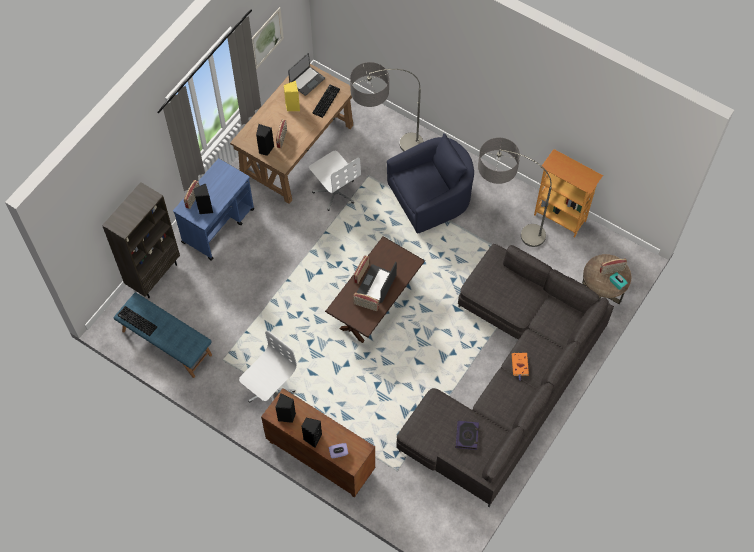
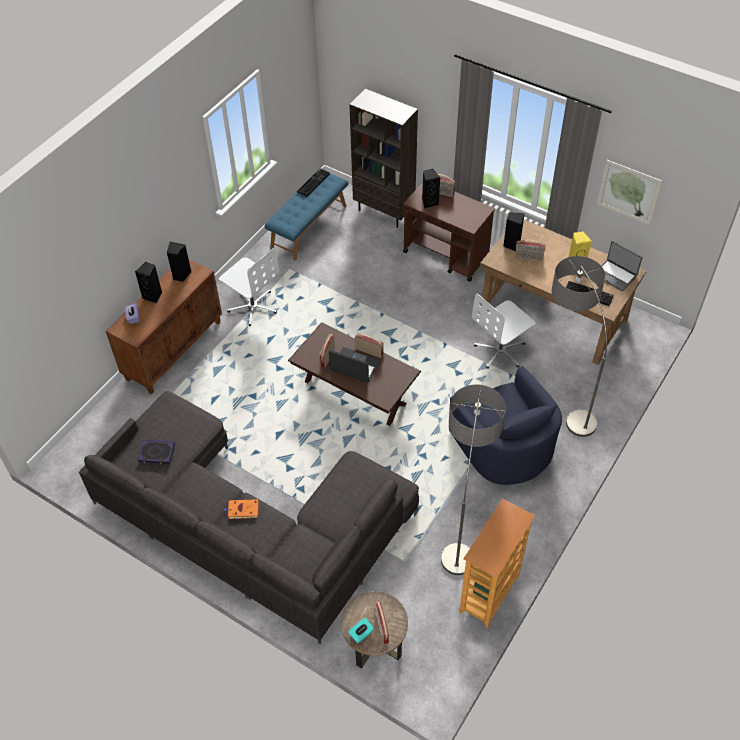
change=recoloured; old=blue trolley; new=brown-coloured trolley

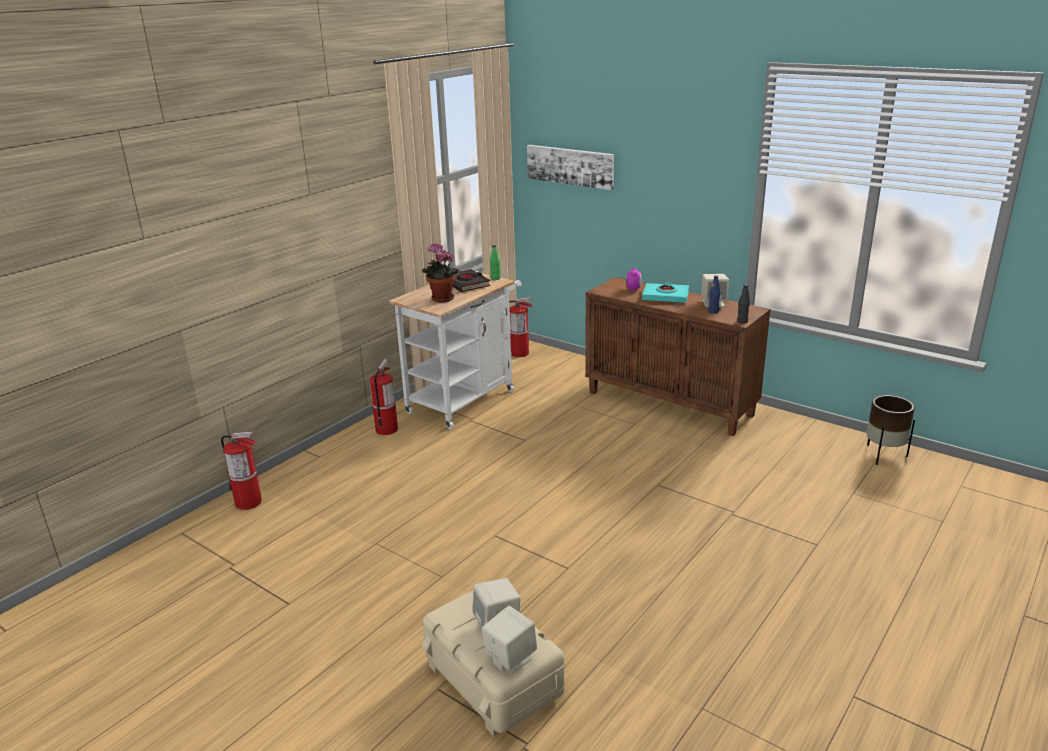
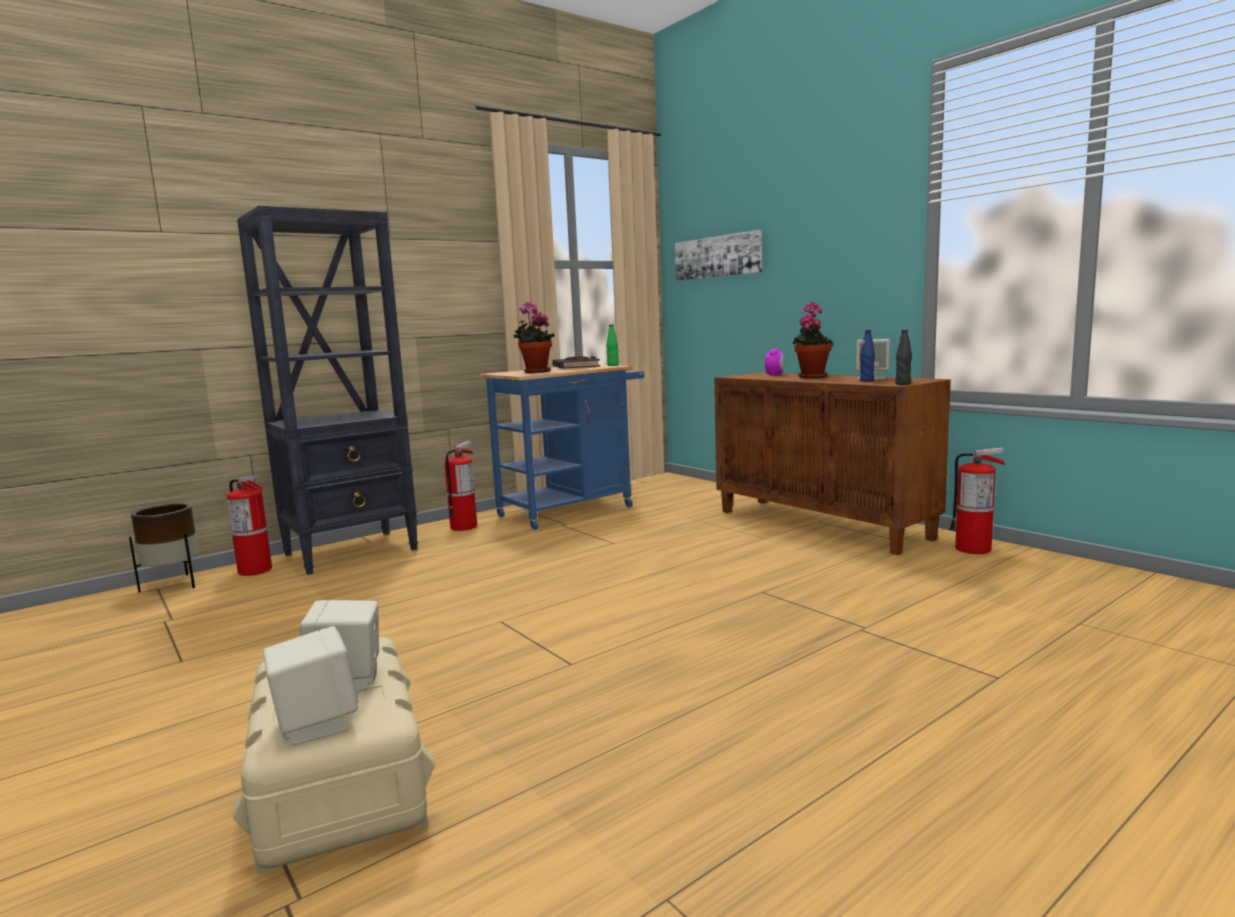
change=recoloured; old=whitish trolley; new=blue trolley
change=moved; old=fire-fighting cylinder (3rd from left)
change=replaced; old=turquoise-coloured bound book; new=plant in a pot (2nd from left)
change=moved; old=brown-coloured flower pot
change=added; new=black shelving unit

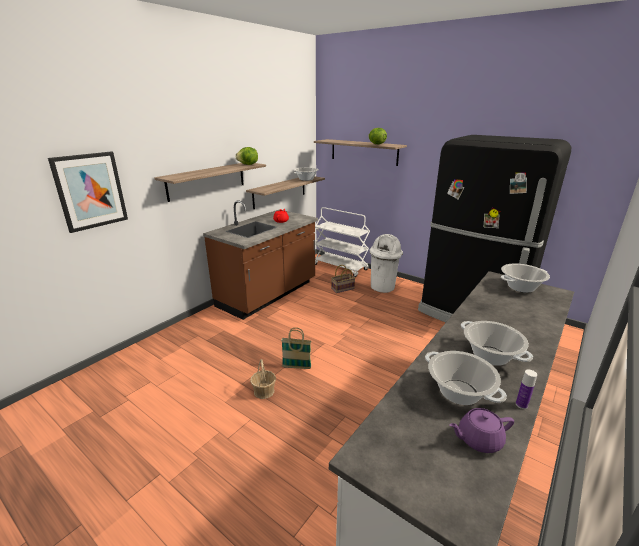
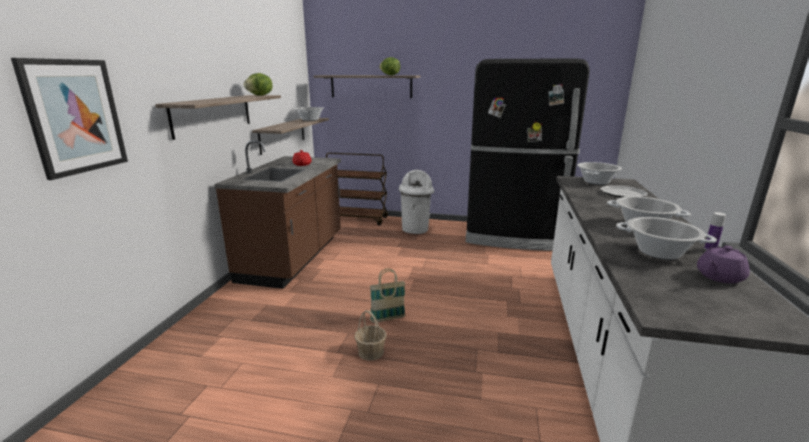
change=recoloured; old=whitish trolley; new=brown-coloured trolley
change=removed; old=storage basket (3rd from left)
change=added; new=plate

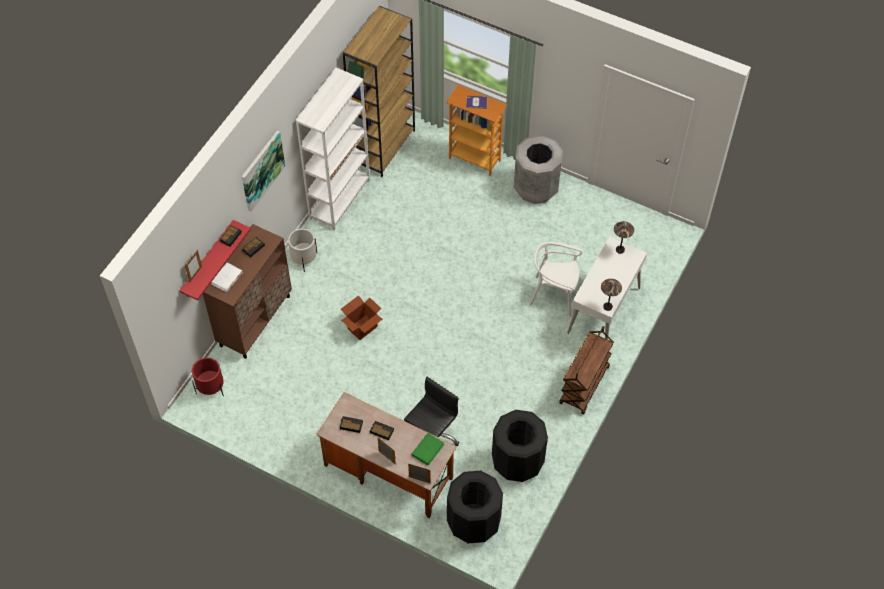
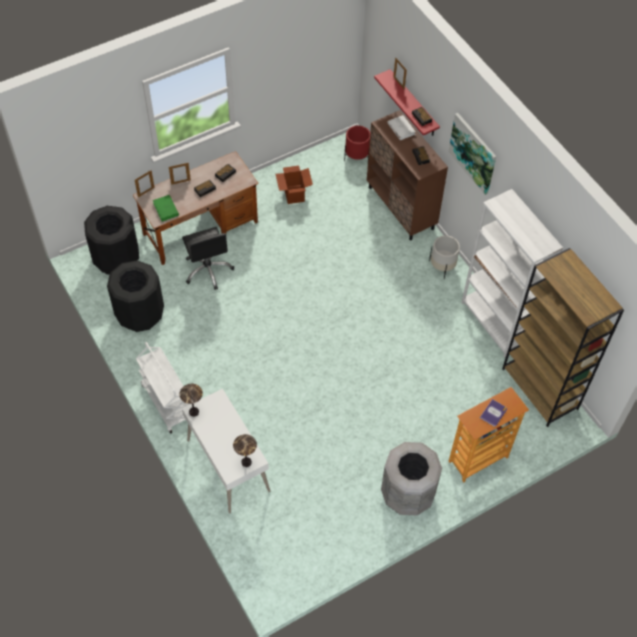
change=moved; old=packing box
change=removed; old=whitish upright chair
change=recoloured; old=brown-coloured trolley; new=whitish trolley

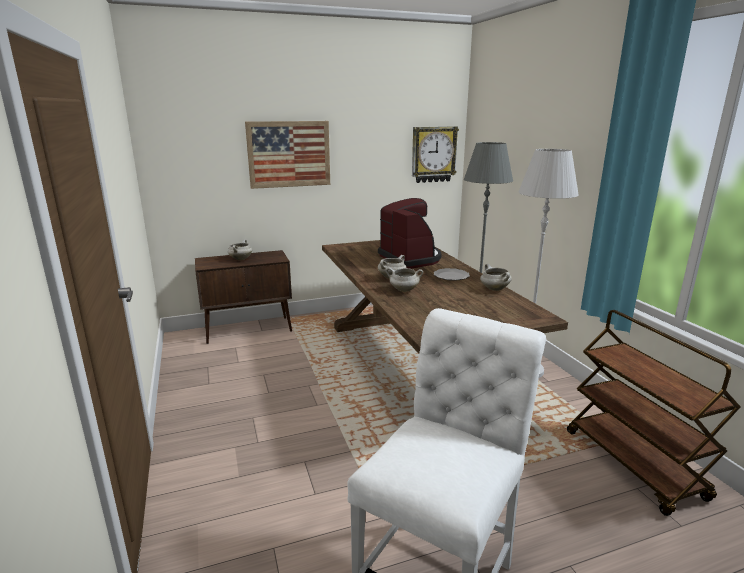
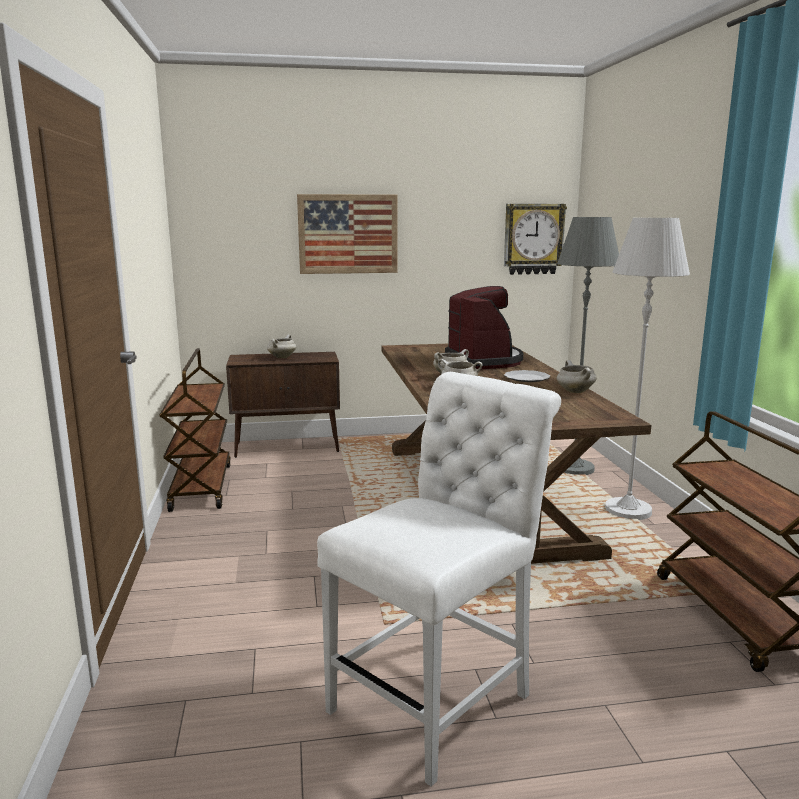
change=added; new=brown-coloured trolley (1st from left)

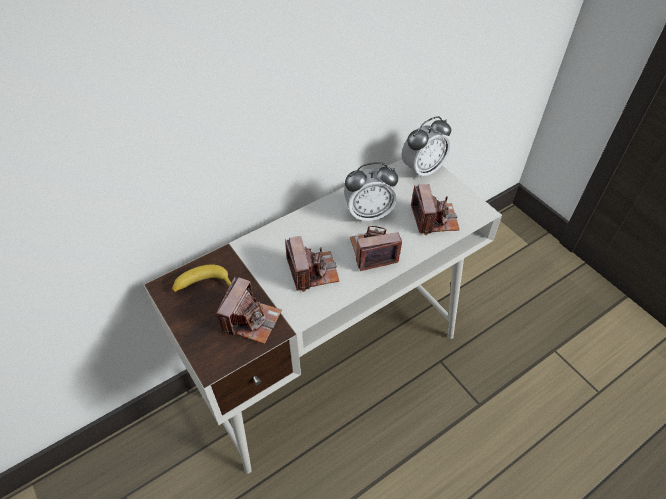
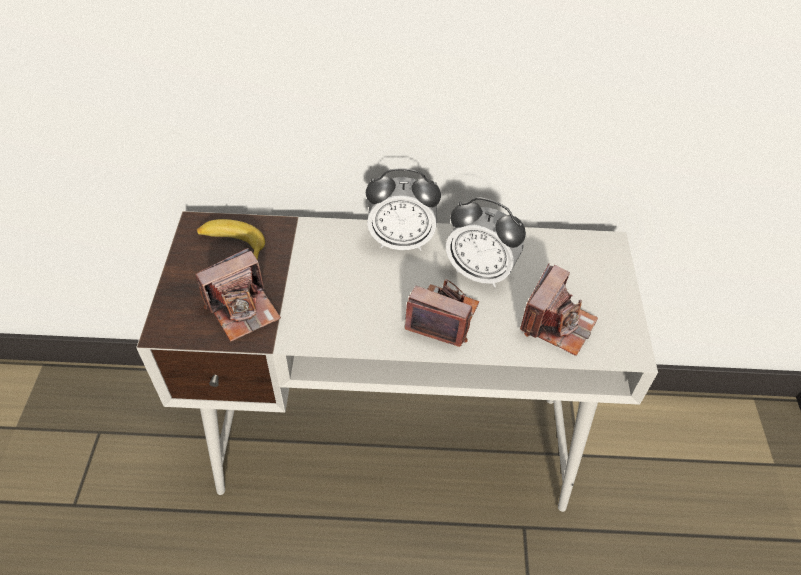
change=removed; old=still camera (2nd from left)
change=moved; old=alarm clock (2nd from left in the first image); new=alarm clock (1st from left)

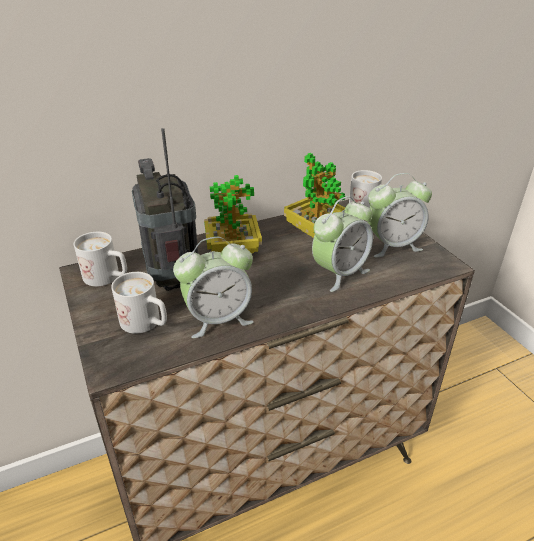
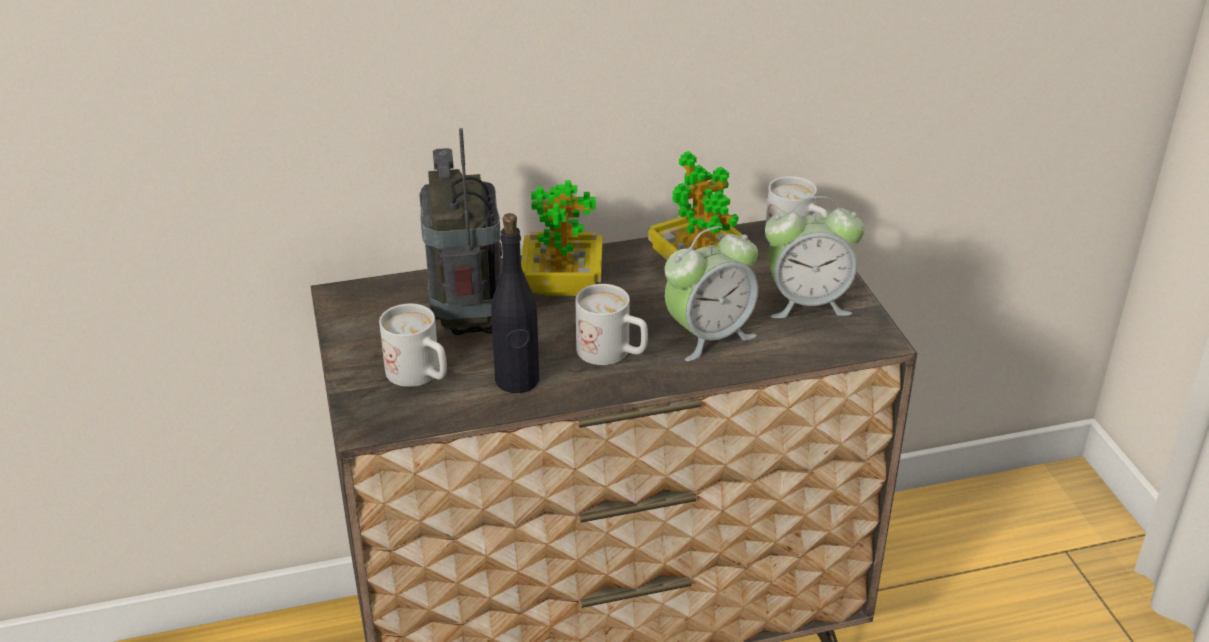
change=moved; old=whitish tea mug (1st from left in the first image); new=whitish tea mug (2nd from left)
change=replaced; old=alarm clock (1st from left); new=black drink bottle

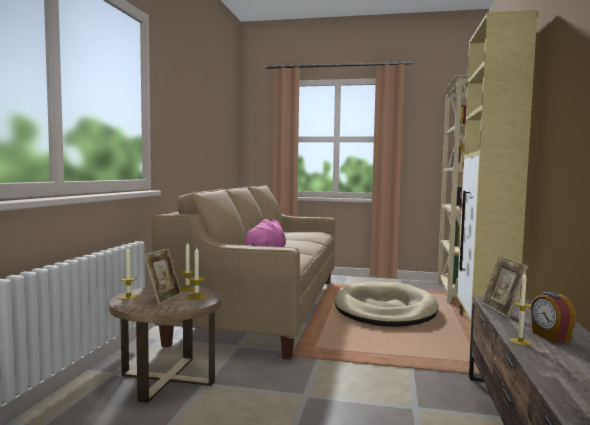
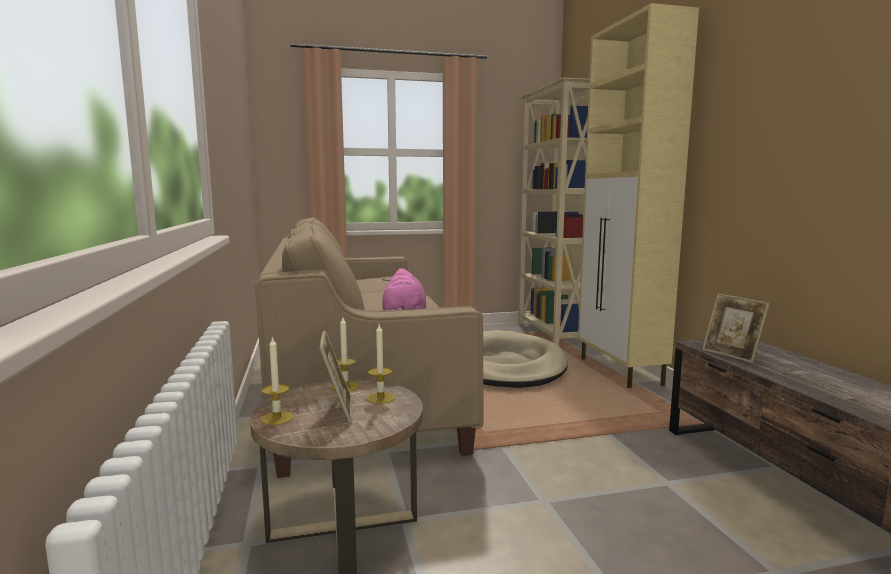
change=removed; old=wax candle (4th from left)
change=removed; old=alarm clock

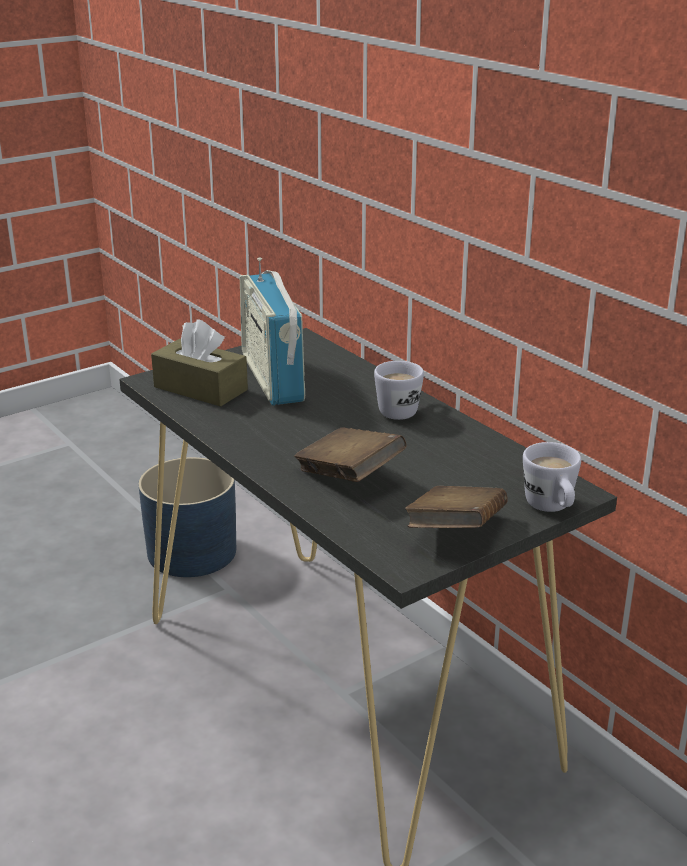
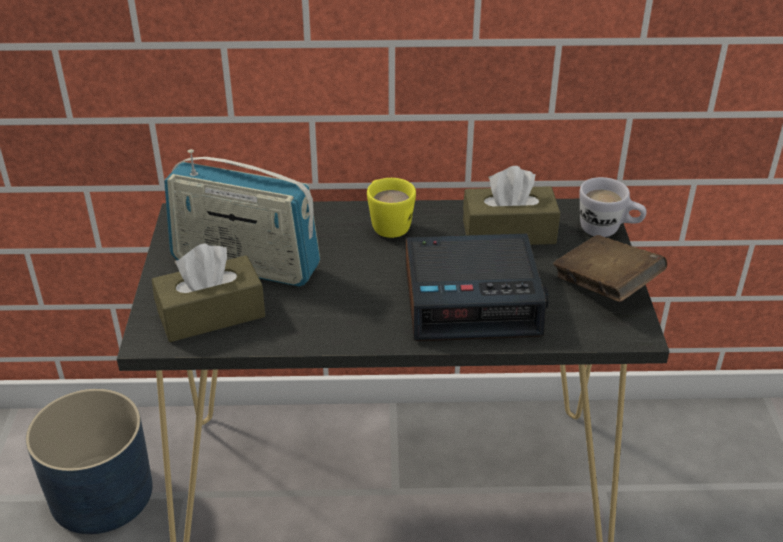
change=replaced; old=brown-coloured bound book (1st from left); new=alarm clock
change=recoloured; old=whitish tea mug (1st from left); new=yellow-coloured tea mug
change=added; new=brown-coloured tissue holder (2nd from left)

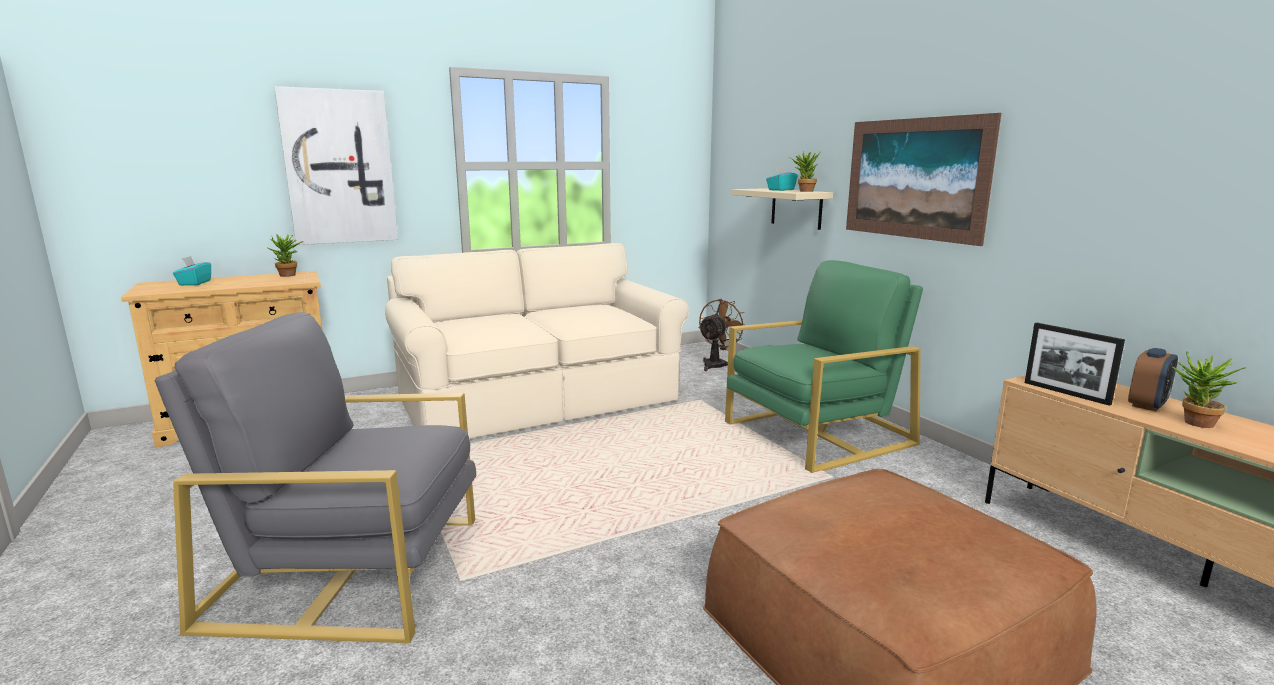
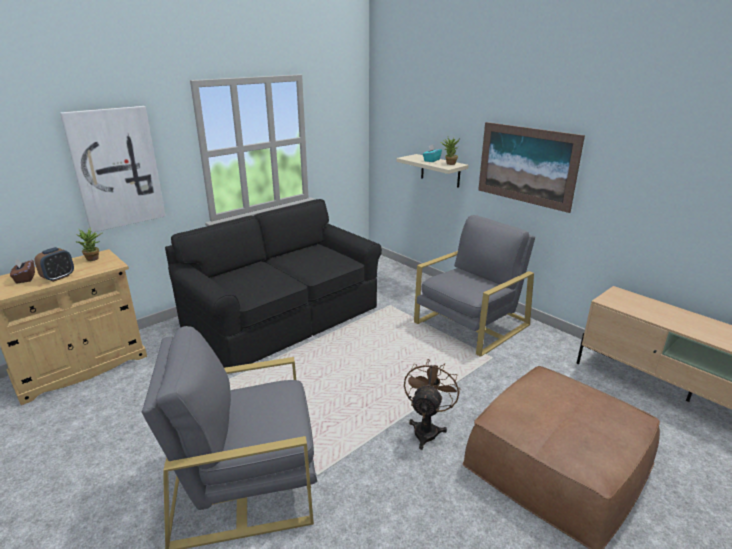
change=recoloured; old=turquoise-coloured tissue holder (1st from left); new=brown-coloured tissue holder
change=recoloured; old=beige settee; new=black settee
change=moved; old=brown-coloured cooling fan
change=recoloured; old=green-coloured easy chair; new=greyish easy chair (2nd from left)
change=removed; old=photo frame
change=moved; old=alarm clock
change=removed; old=plant in a pot (3rd from left)

